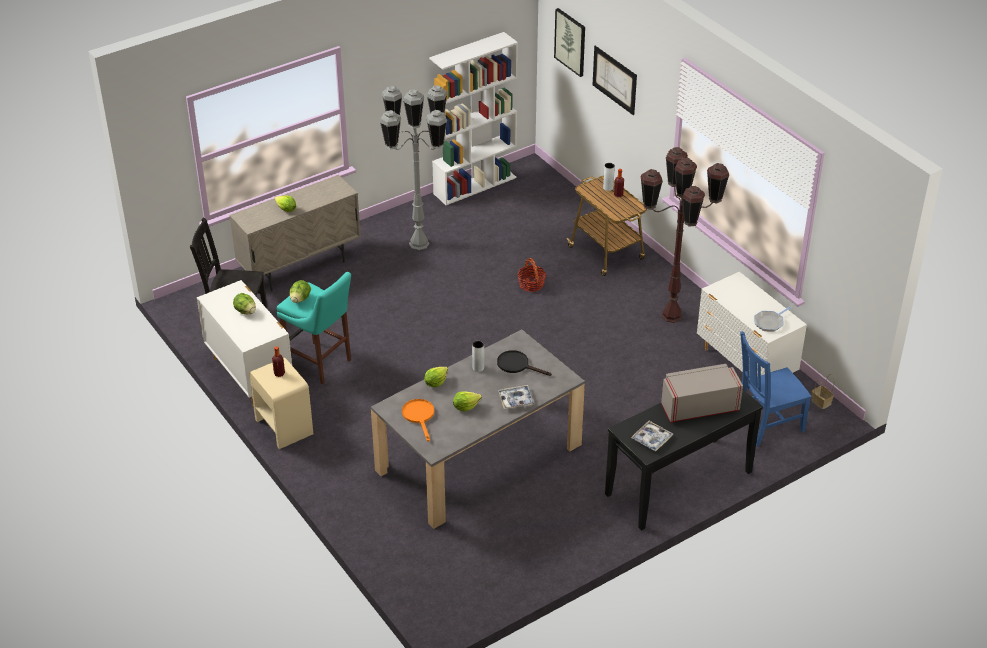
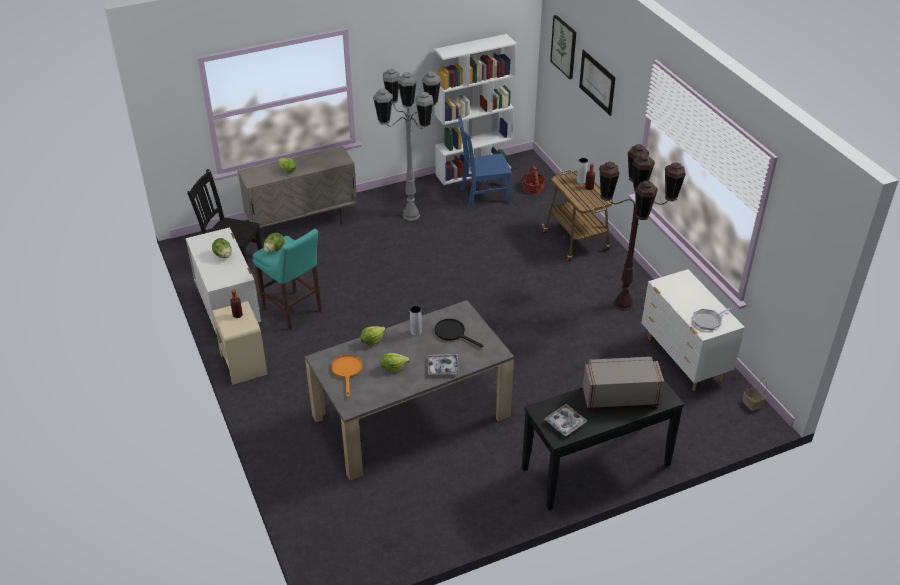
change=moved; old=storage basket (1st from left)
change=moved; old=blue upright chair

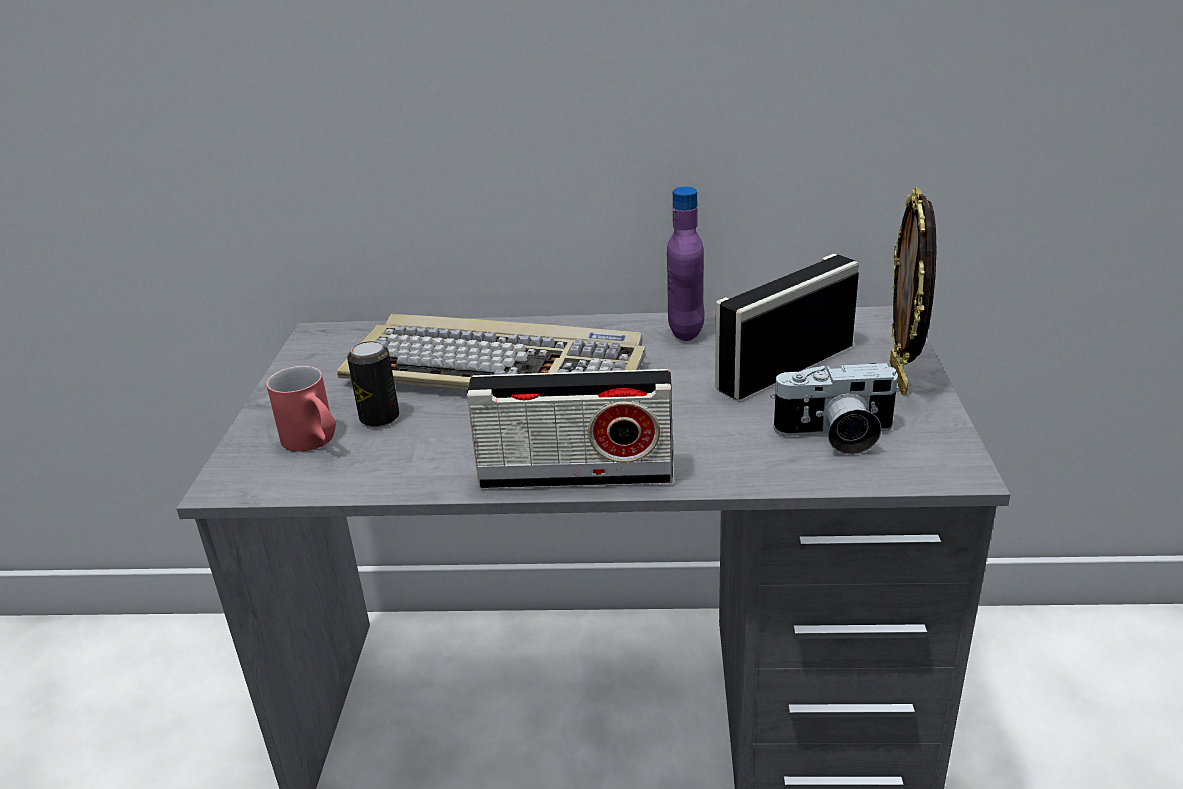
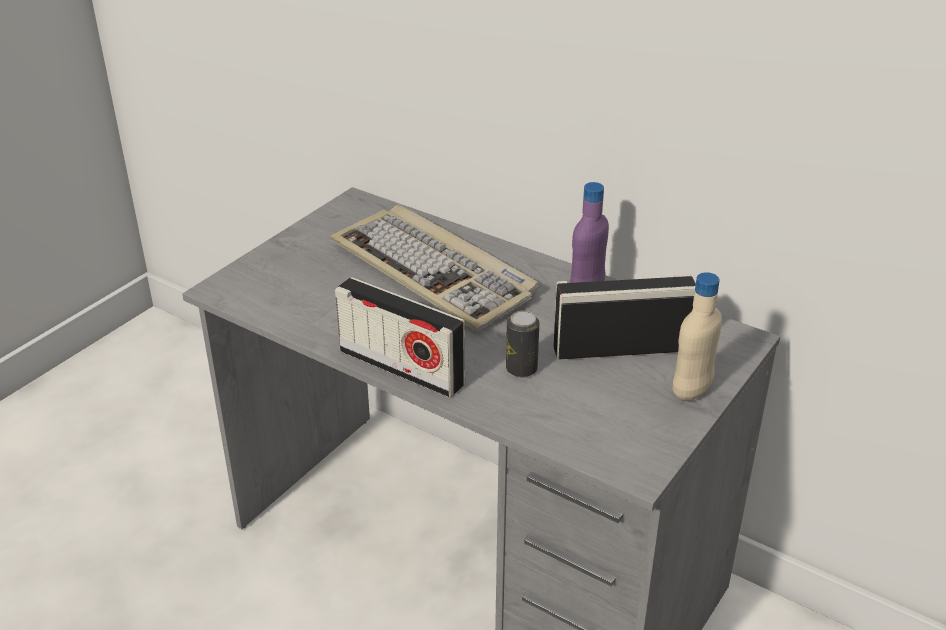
change=removed; old=red-coloured tea mug
change=moved; old=can
change=removed; old=still camera
change=replaced; old=photo frame; new=beige drink bottle

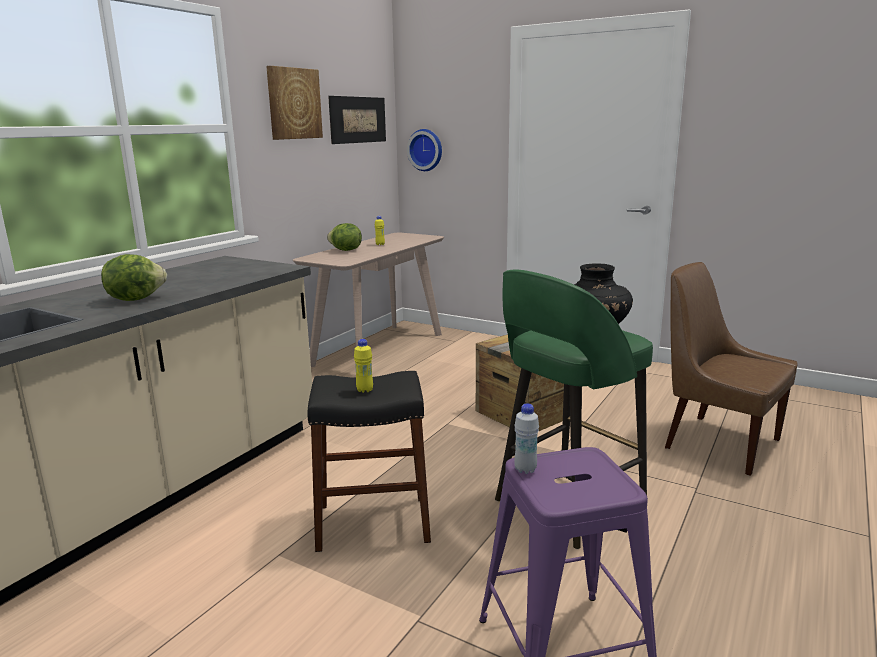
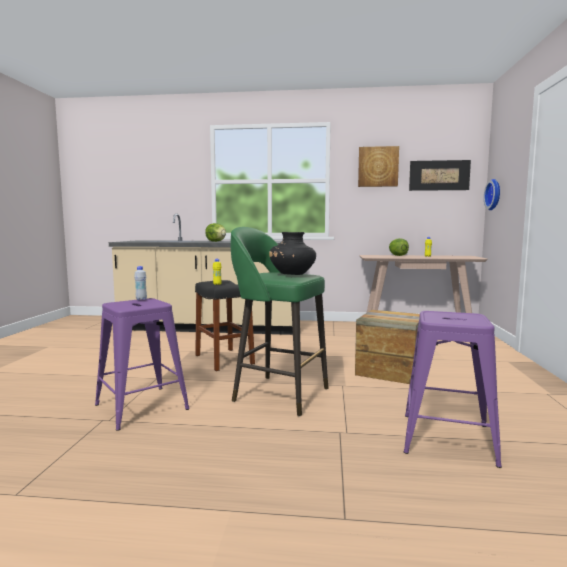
change=replaced; old=brown-coloured upright chair; new=purple-coloured stool (2nd from left)

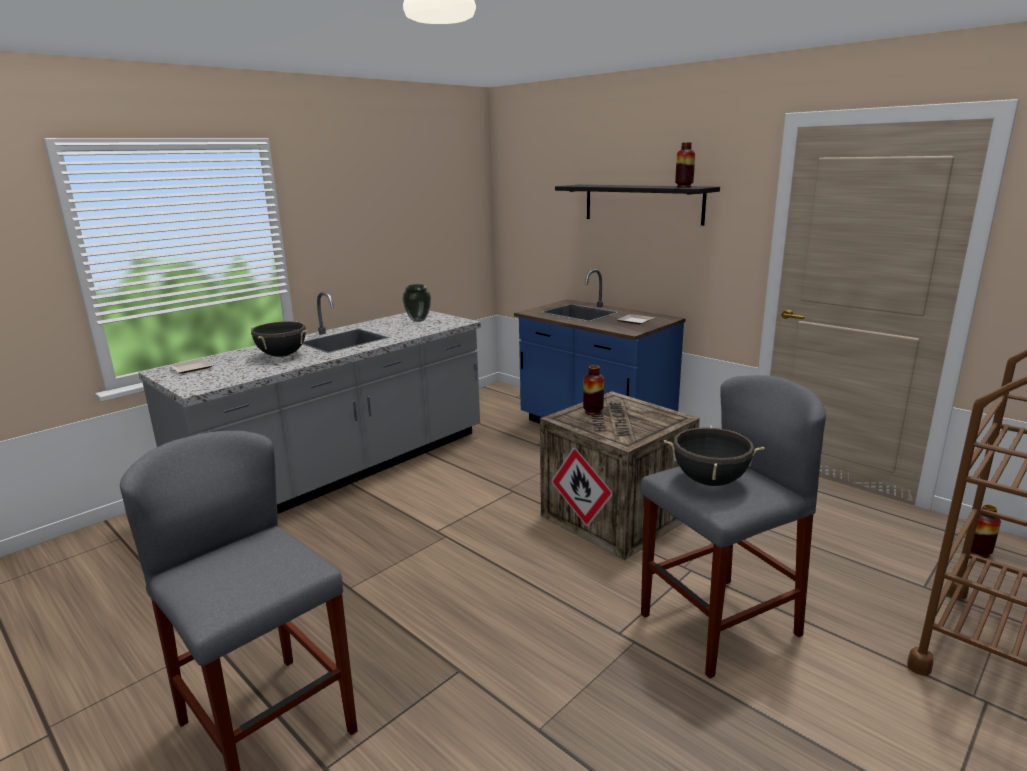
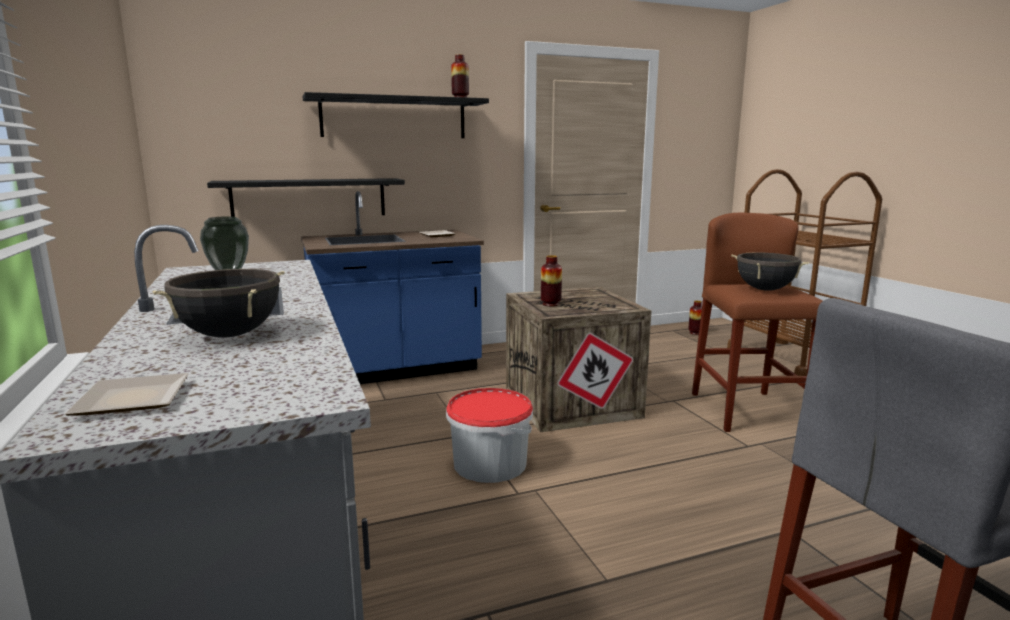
change=recoloured; old=greyish stool (2nd from left); new=brown-coloured stool
change=added; new=black wall shelf (1st from left)
change=added; new=pail

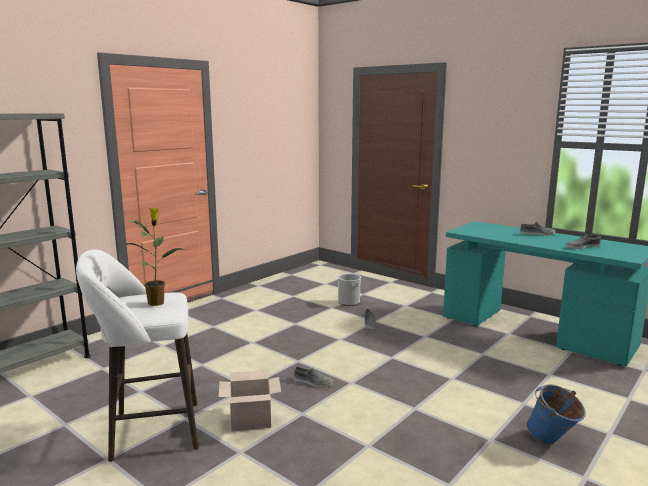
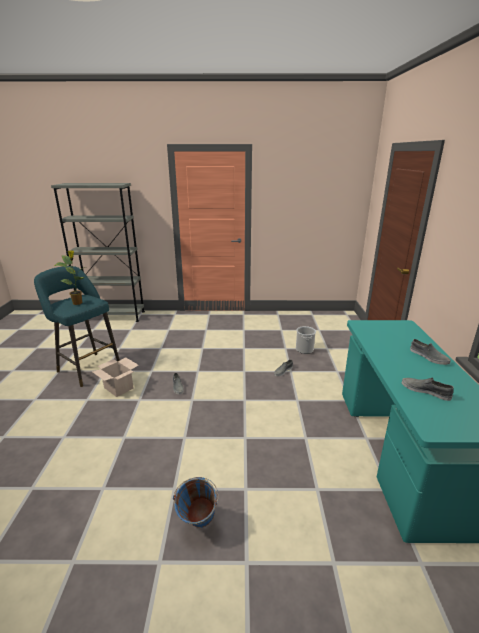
change=recoloured; old=whitish stool; new=turquoise-coloured stool

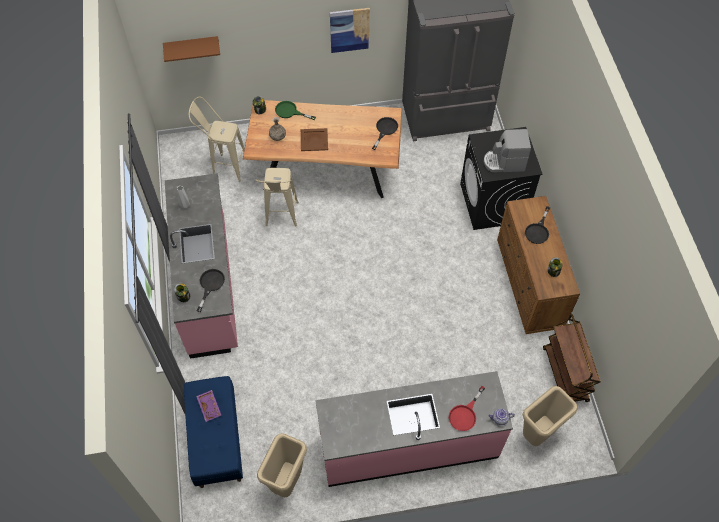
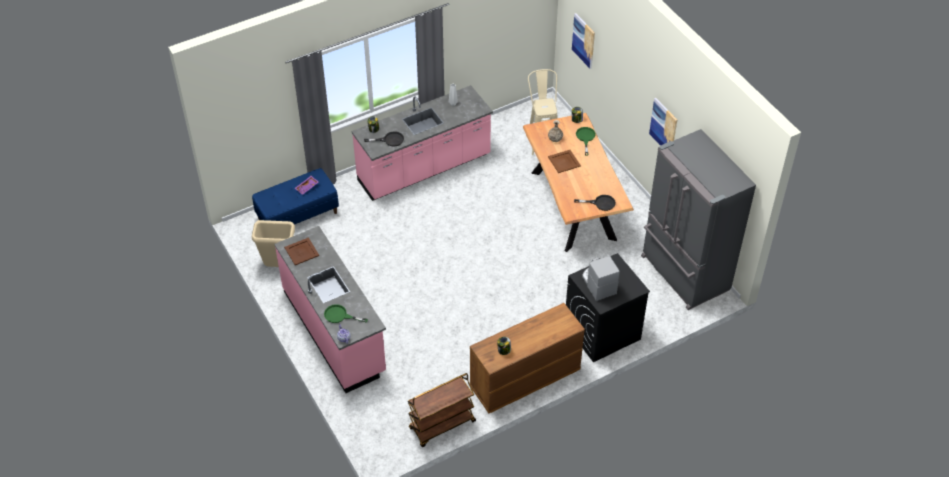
change=replaced; old=brown-coloured wall shelf; new=wall art (1st from left)
change=removed; old=beige stool (2nd from left)
change=recoloured; old=red-coloured frying pan; new=green-coloured frying pan (1st from left)
change=removed; old=beige trash can (2nd from left)
change=removed; old=black frying pan (3rd from left)
change=added; new=brown-coloured serving tray (1st from left)

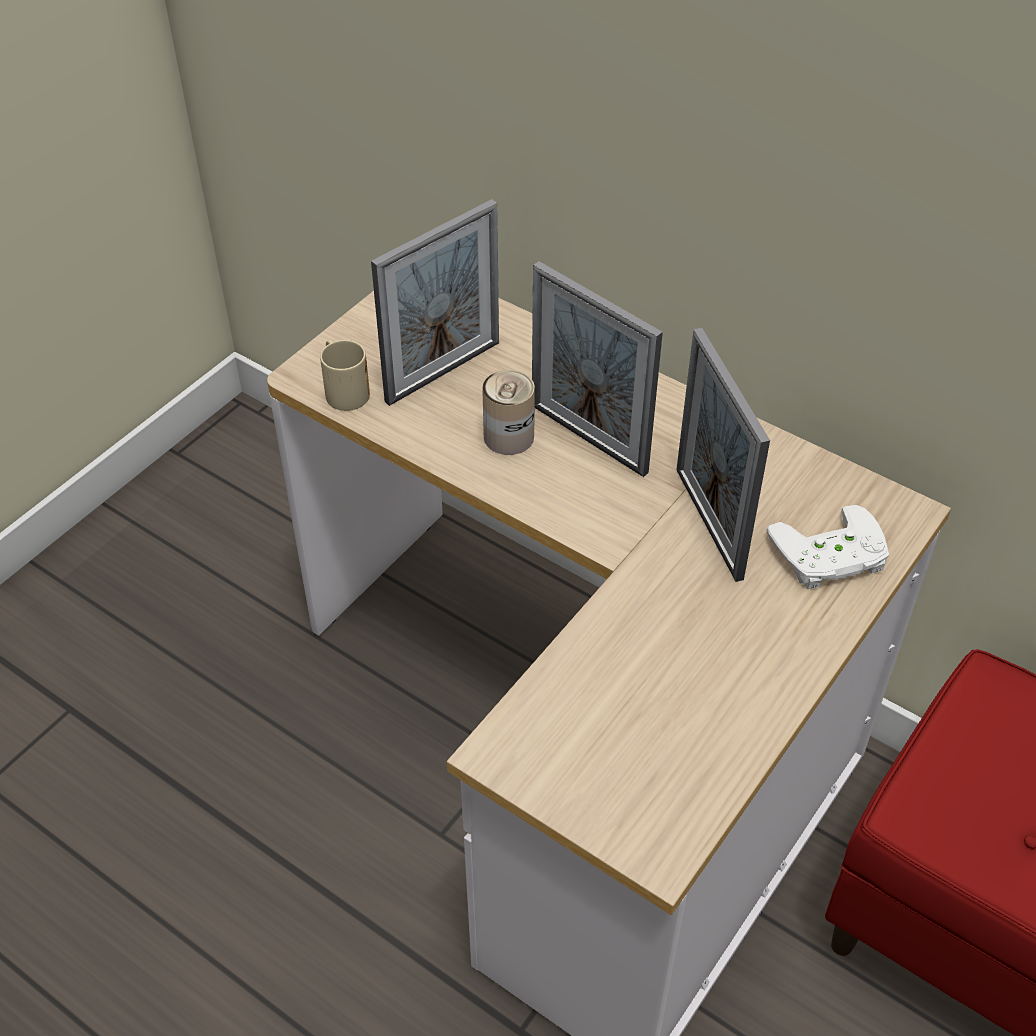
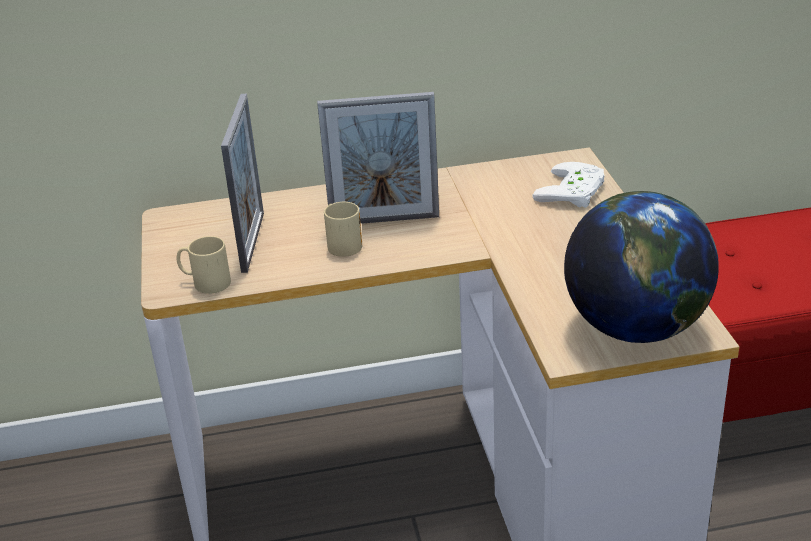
change=replaced; old=can; new=beige tea mug (2nd from left)
change=removed; old=photo frame (3rd from left)
change=added; new=desk globe

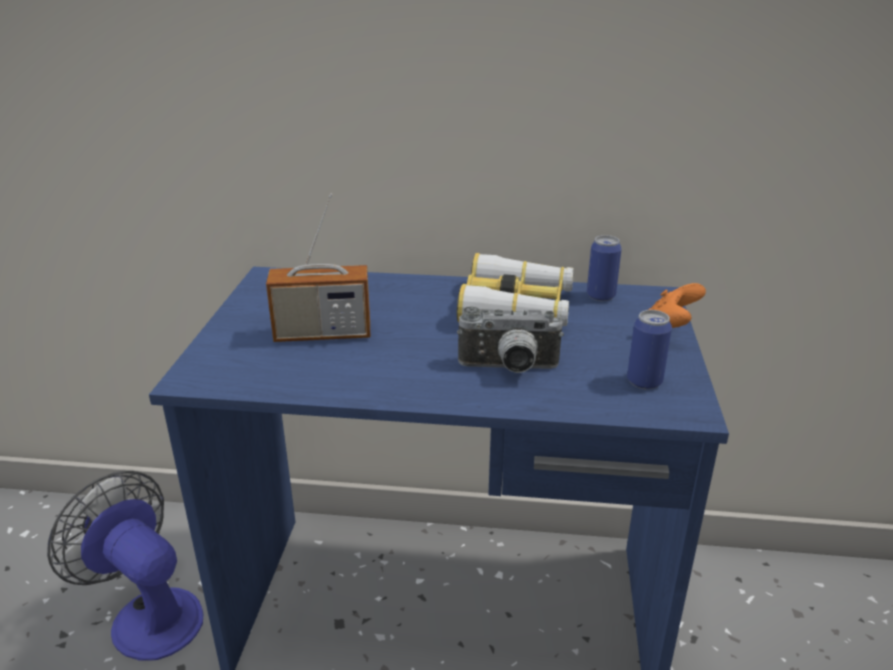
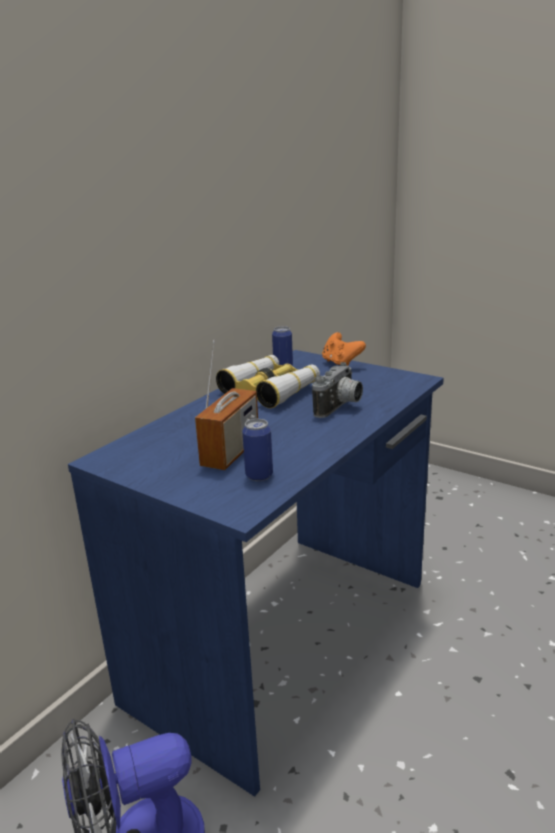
change=moved; old=can (2nd from left in the first image); new=can (1st from left)

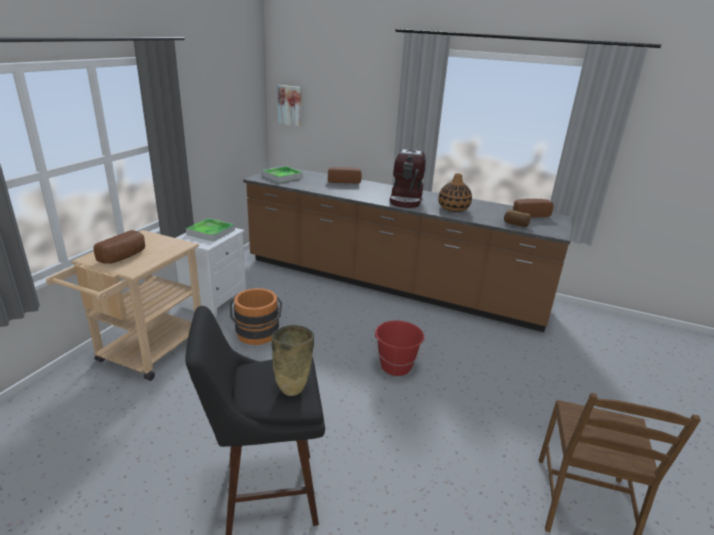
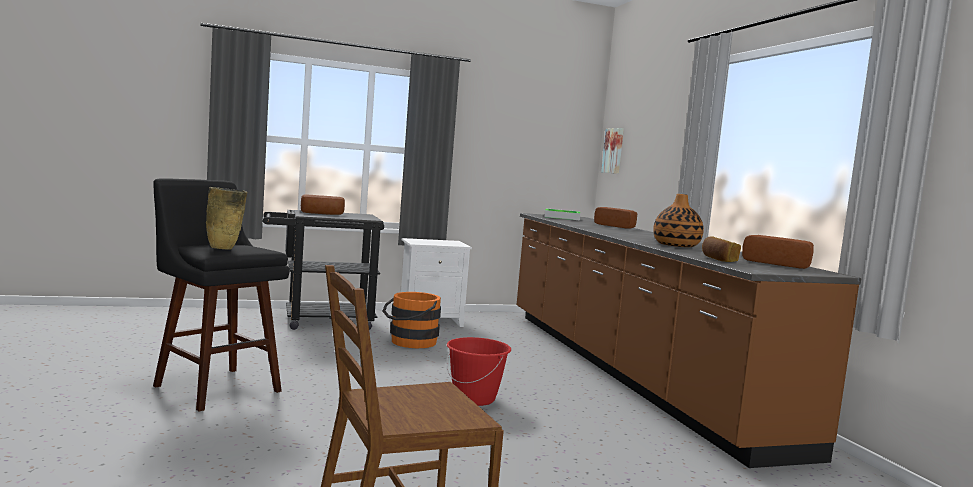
change=recoloured; old=beige trolley; new=black trolley
change=removed; old=serving tray (1st from left)
change=removed; old=coffee machine

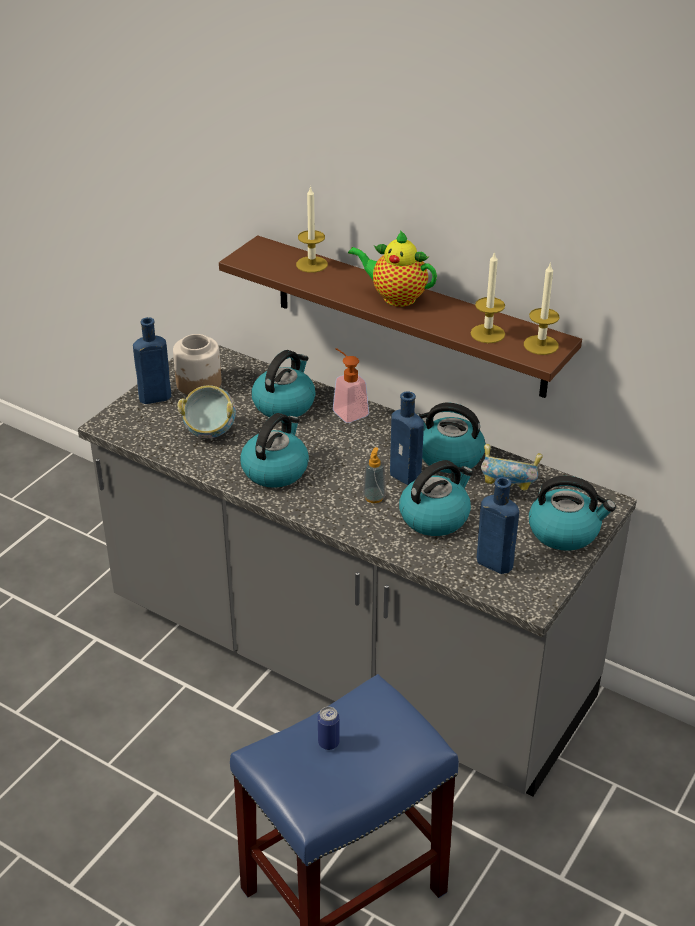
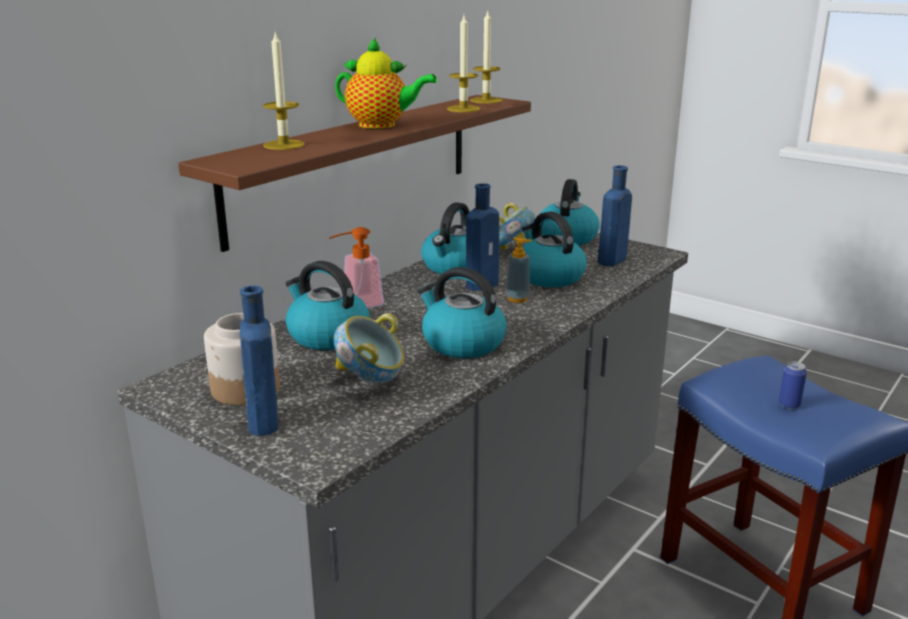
change=turned; old=pot for tea; degrees=-105

